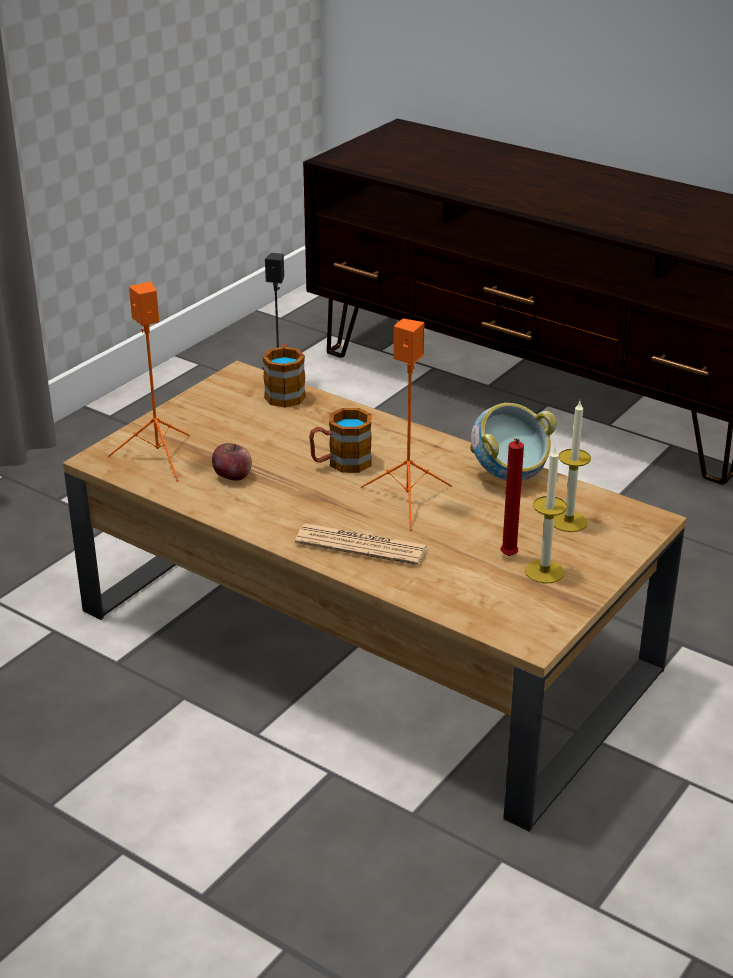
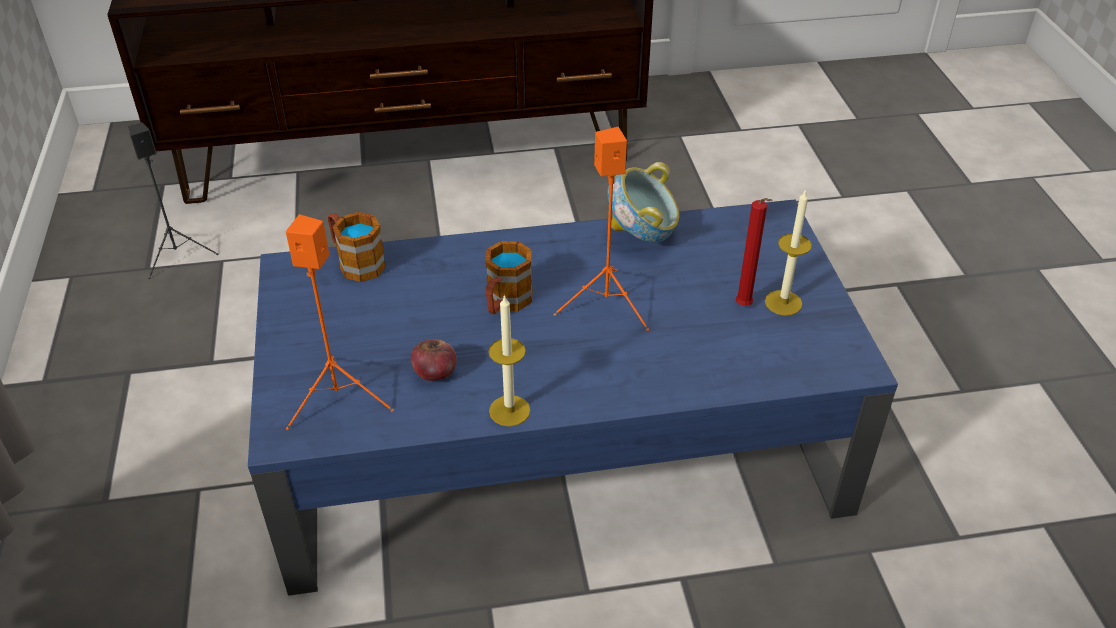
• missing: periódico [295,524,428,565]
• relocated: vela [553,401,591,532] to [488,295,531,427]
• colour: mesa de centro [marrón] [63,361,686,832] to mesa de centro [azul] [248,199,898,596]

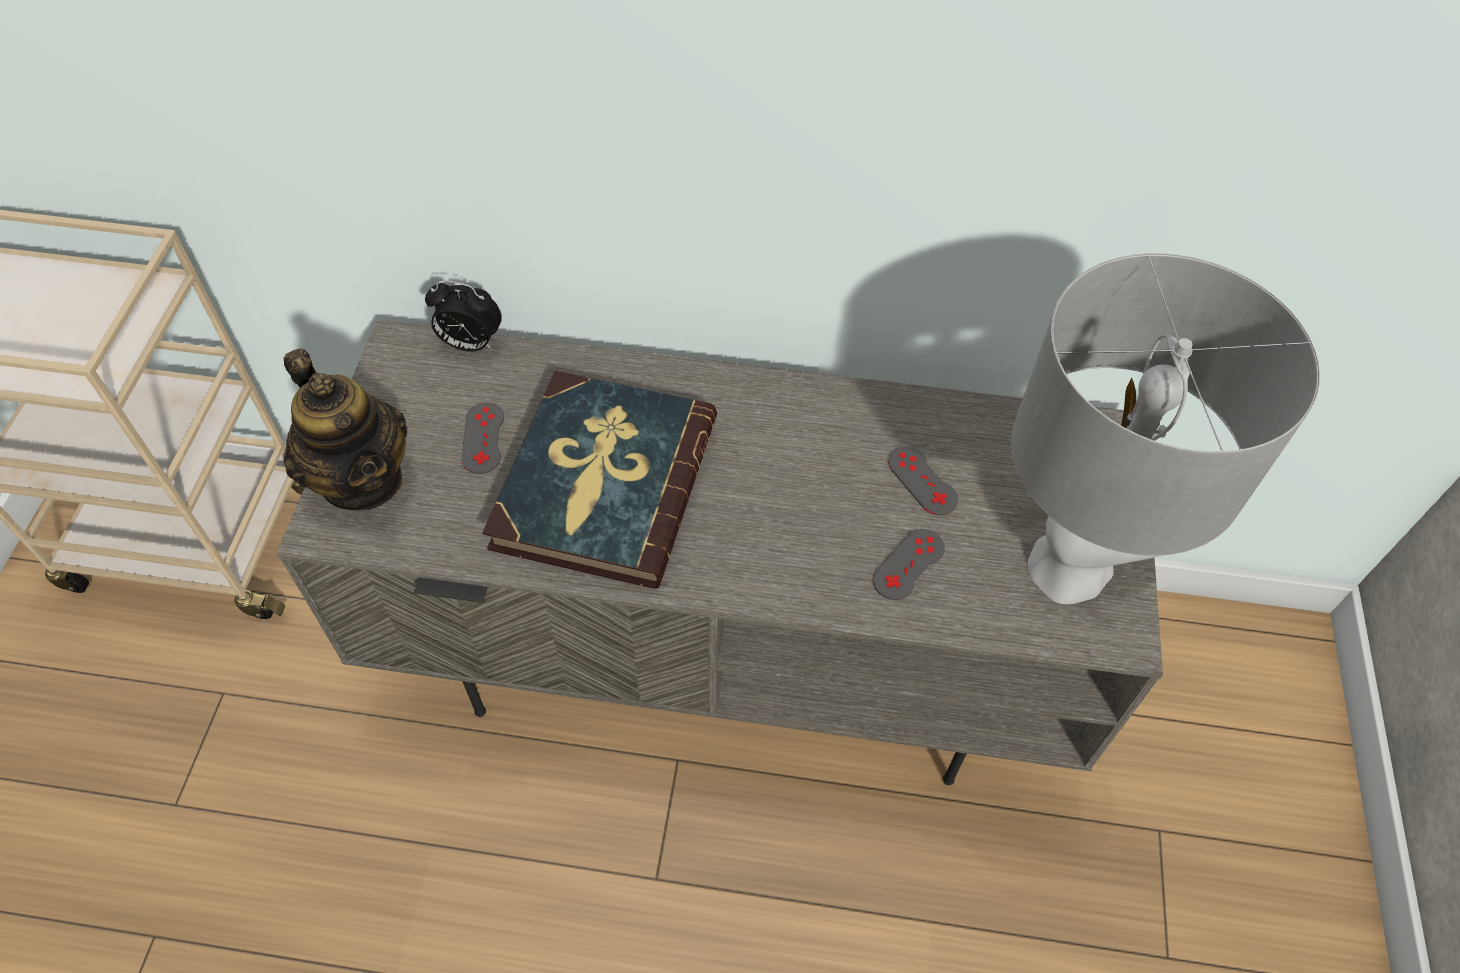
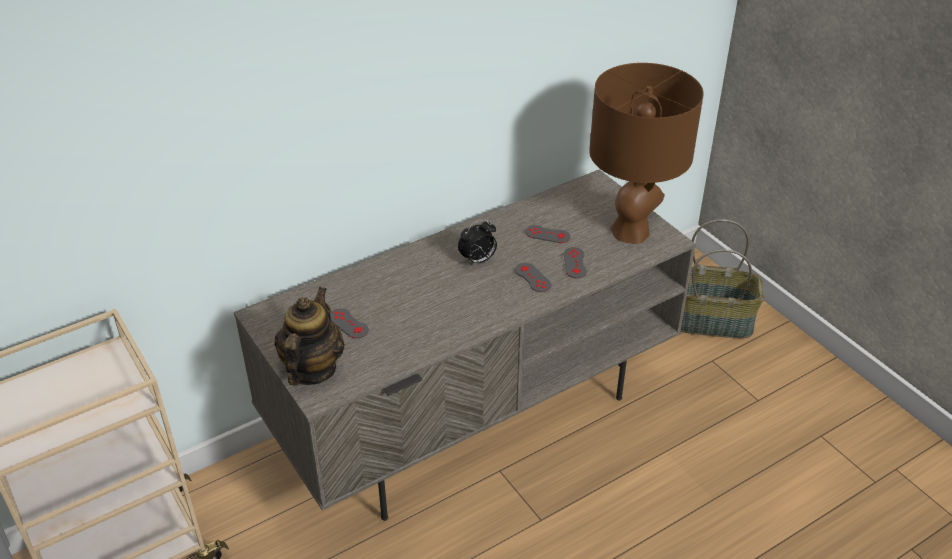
• missing: libro [483,371,717,589]
• appeared: mando de consola [gris] [515,263,551,292]
• appeared: cesta [681,219,764,338]
• relocated: despertador [425,280,502,352] to [458,219,497,266]
• colour: lámpara de mesa [gris] [1011,253,1320,604] to lámpara de mesa [marrón] [589,63,704,244]
• spun: tetera [283,348,408,510] = [274,287,345,385] 90 degrees counterclockwise

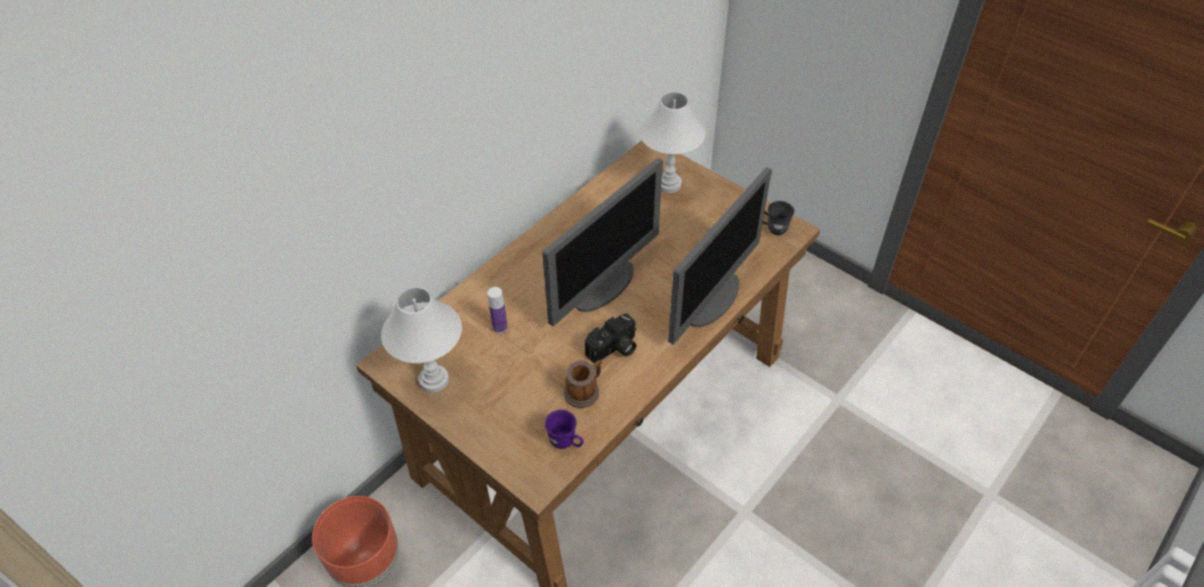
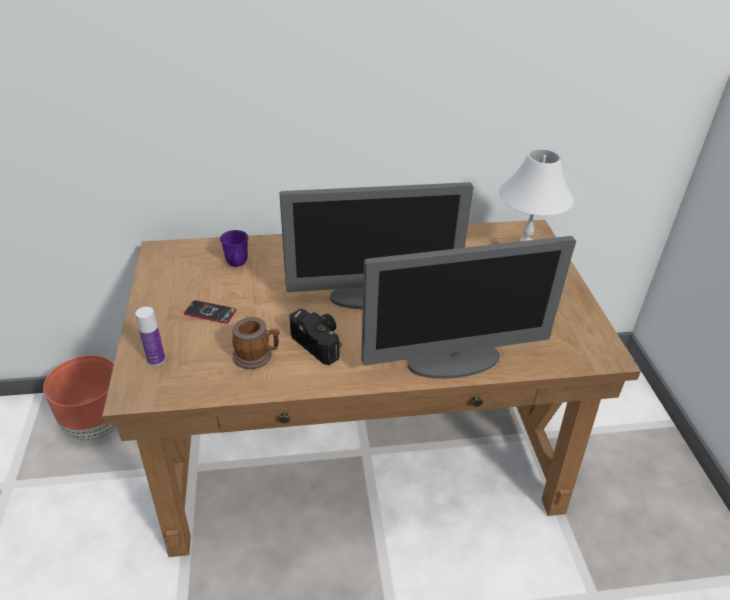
• missing: lámpara de mesa [blanco] [381,287,462,393]
• missing: taza grande [gris] [763,201,794,235]
• appeared: móvil [184,300,236,324]
• relocated: botella [487,287,507,333] to [135,307,165,366]
• relocated: taza grande [morado] [545,410,584,449] to [220,230,248,267]
• spun: cámara [585,313,637,363] = [289,309,342,365] 135 degrees counterclockwise

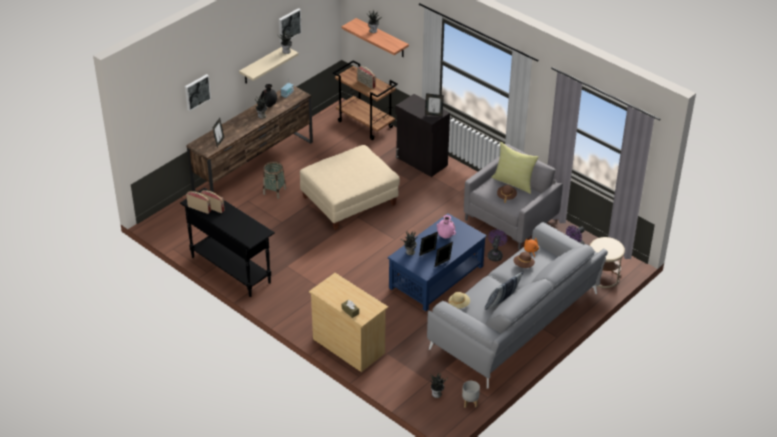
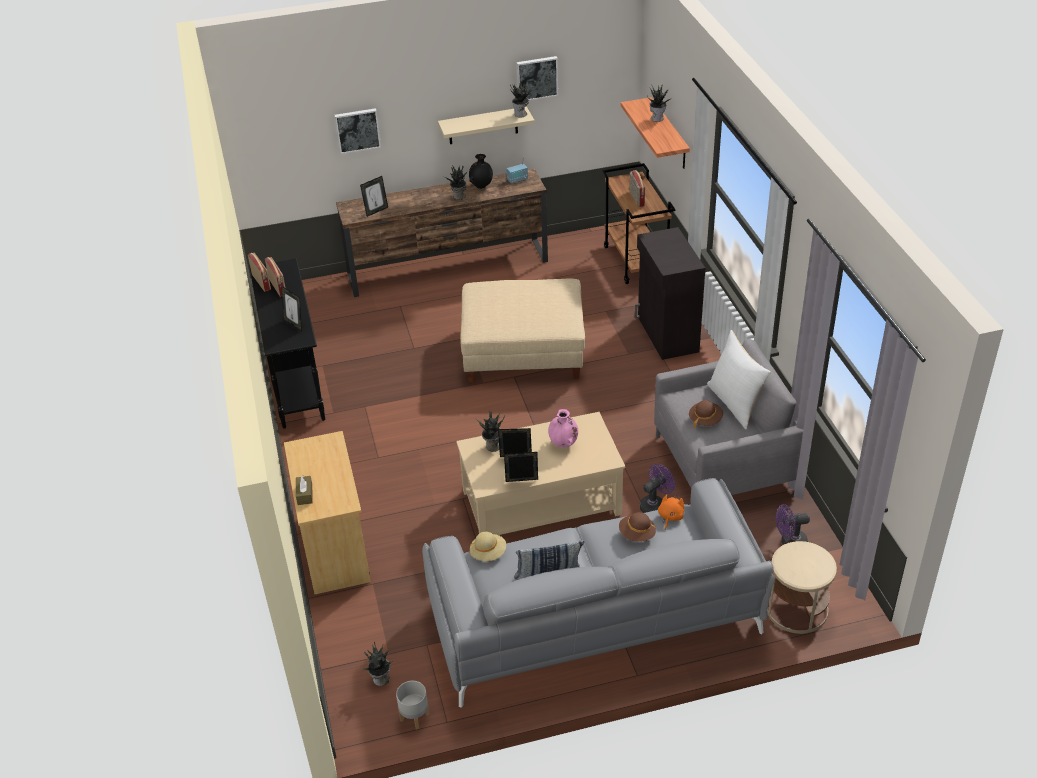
• missing: cesta [263,161,286,199]
• relocated: portarretratos [425,93,444,117] to [281,286,302,331]
• colour: mesa de centro [azul] [388,213,487,311] to mesa de centro [beis] [456,412,625,535]
• colour: cojín [amarillo] [492,142,539,194] to cojín [blanco] [707,330,771,429]

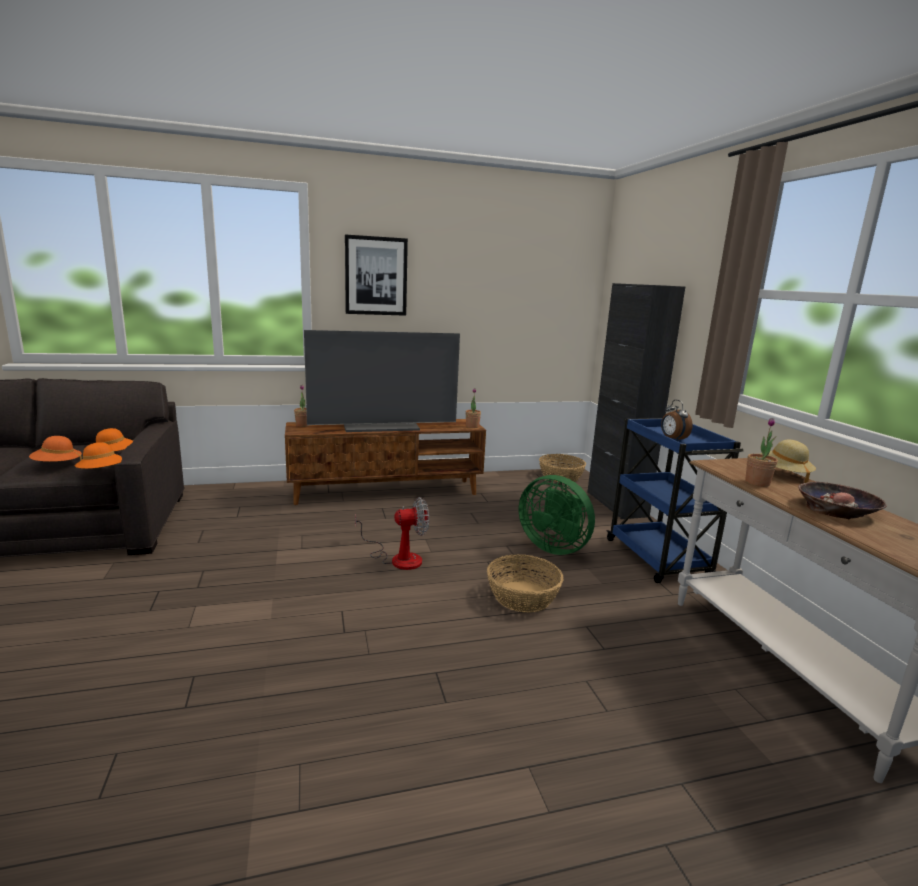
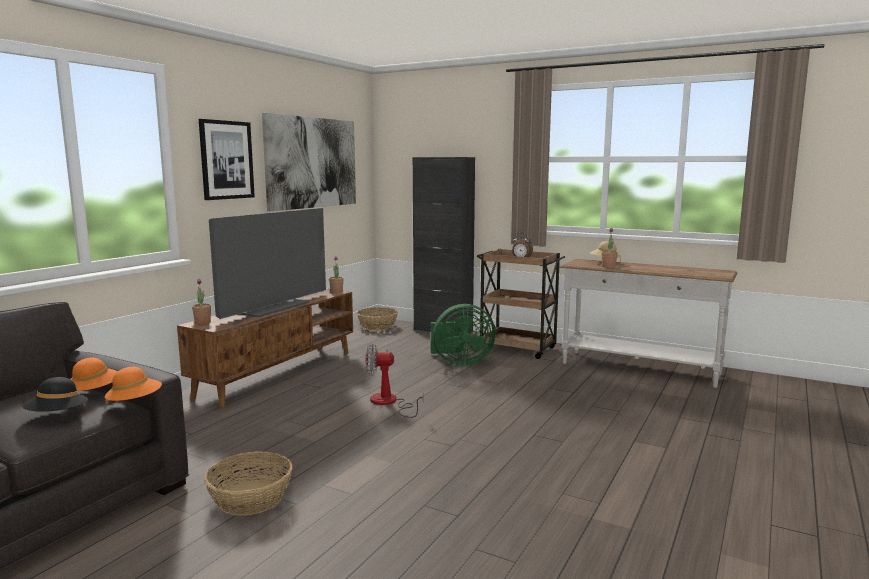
• missing: cuenco [798,482,887,519]
• appeared: cuadro [262,113,356,211]
• relocated: cesta [487,554,563,613] to [204,451,293,516]
• colour: sombrero [naranja] [29,436,82,462] to sombrero [negro] [22,377,88,412]
• colour: carrito [azul] [606,418,743,583] to carrito [marrón] [476,249,565,359]
• spun: ventilador [355,497,429,570] = [366,343,423,418] 120 degrees counterclockwise

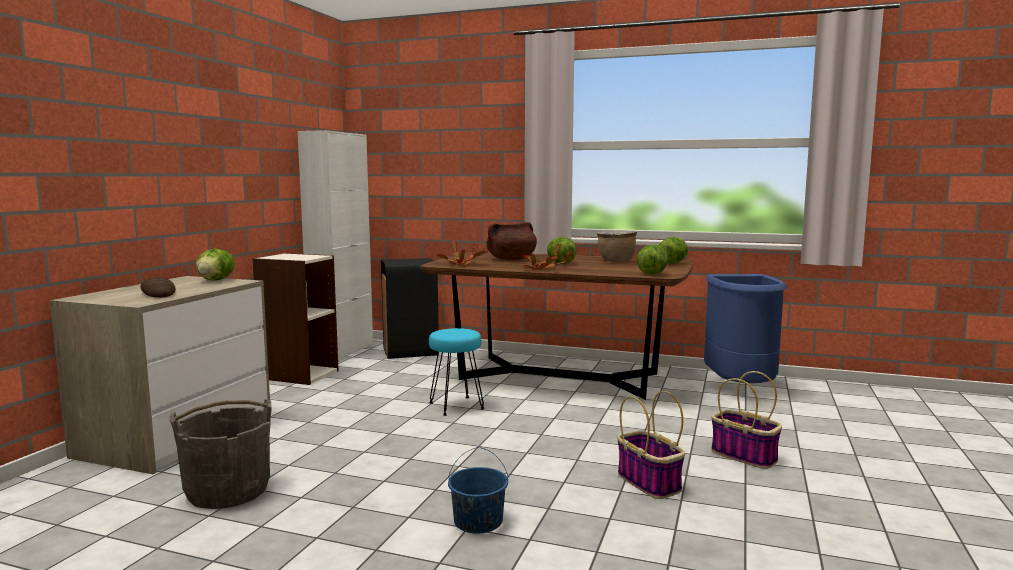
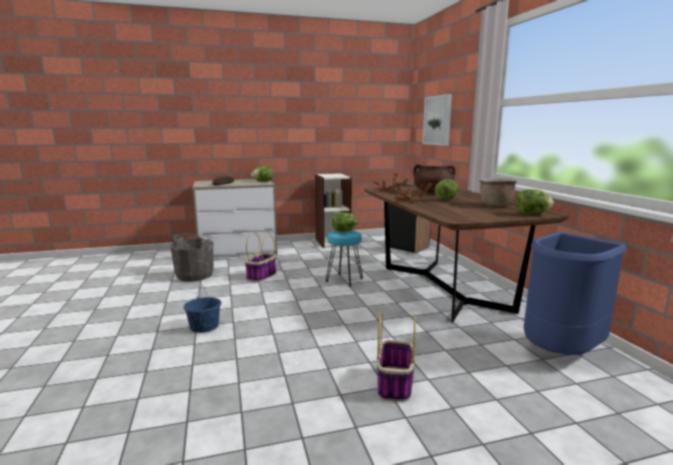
• missing: armario [blanco] [298,130,373,360]
• appeared: cuadro [422,94,452,146]
• relocated: cesta [617,391,685,499] to [245,233,276,282]
• relocated: lechuga [637,245,668,275] to [332,212,359,232]

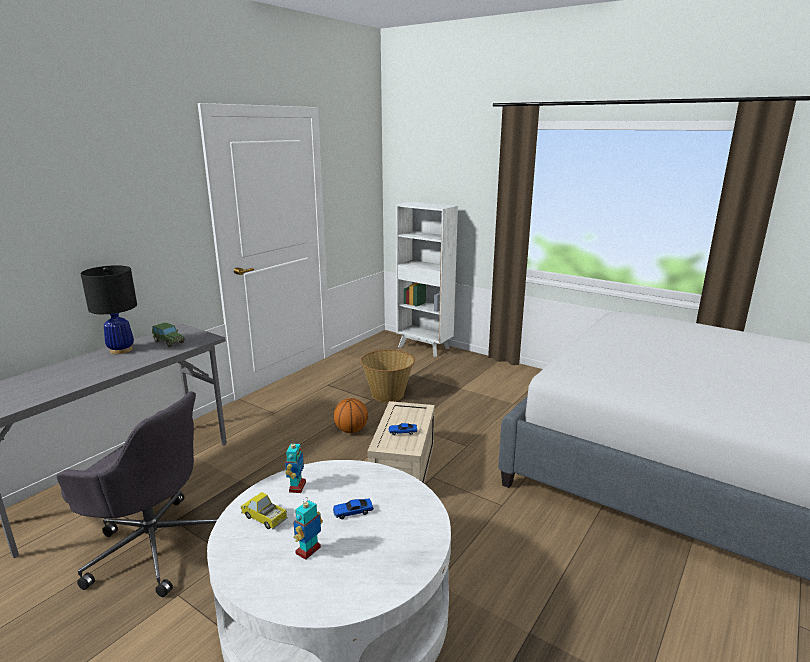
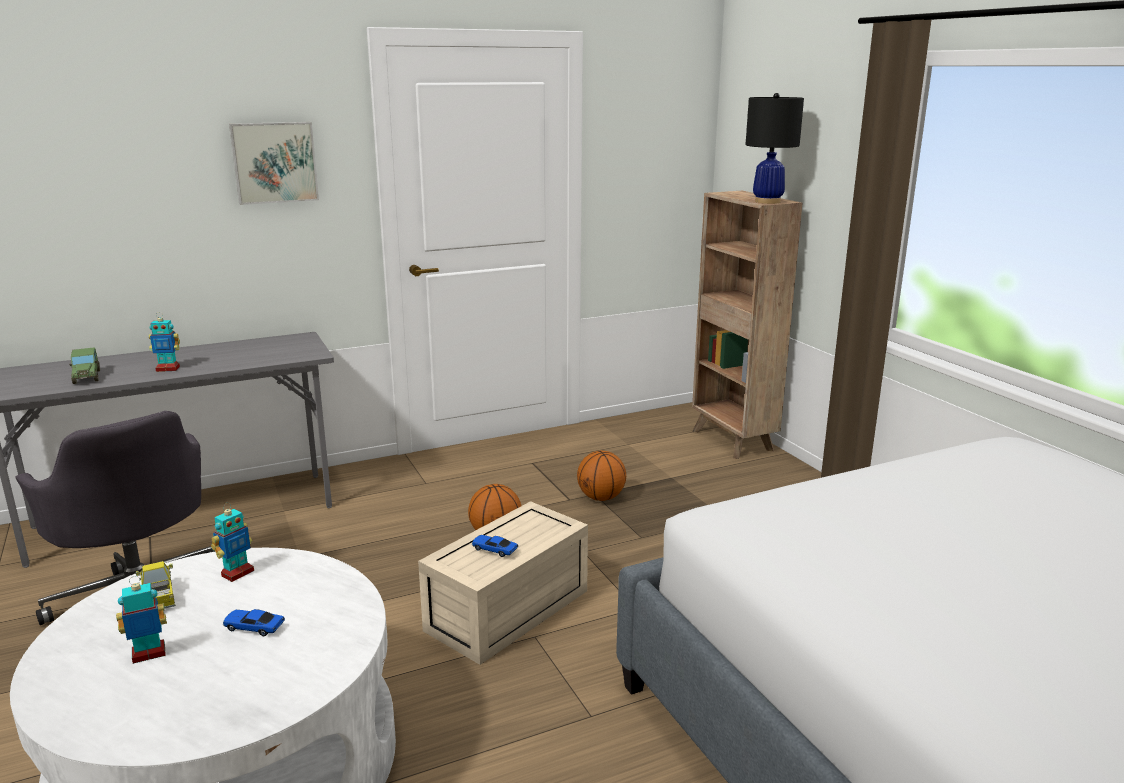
• appeared: robot de juguete [149,312,180,372]
• appeared: cuadro [229,122,319,205]
• relocated: lámpara de mesa [negro] [81,265,137,354] to [745,93,804,204]
• relocated: coche de juguete [152,322,185,347] to [69,347,100,384]
• exchanged: cesta [361,350,415,402] to balón de baloncesto [577,450,626,501]
• colour: estantería [blanco] [396,202,458,357] to estantería [marrón] [692,191,802,459]

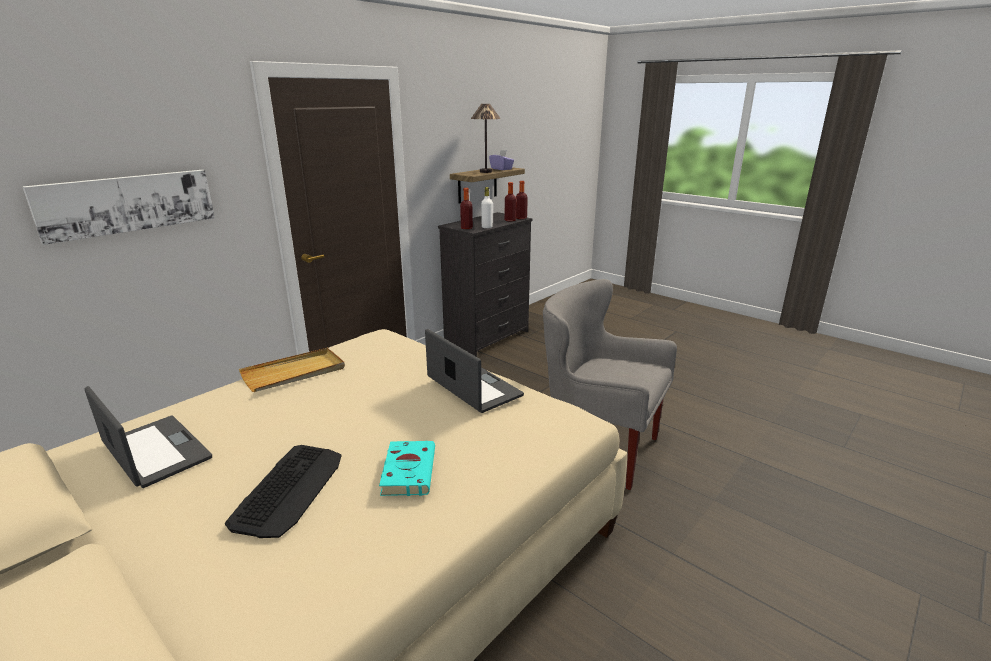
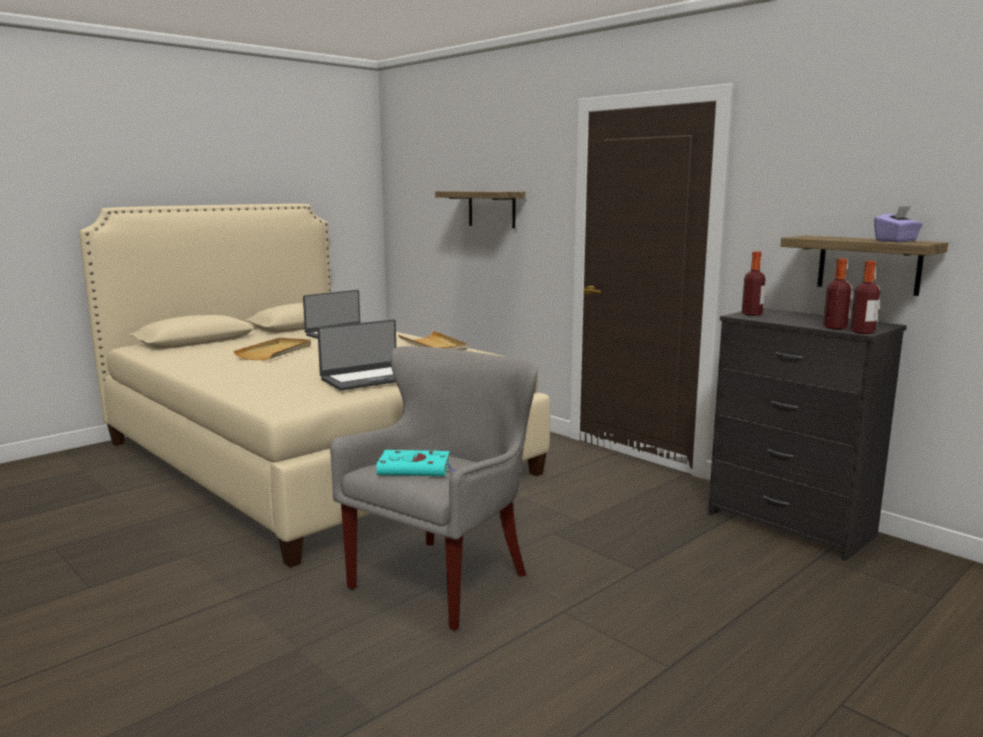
• missing: lámpara de mesa [471,104,501,173]
• missing: botella [blanco] [481,187,493,228]
• relocated: libro [turquesa] [379,441,435,496] to [376,450,455,476]
• exchanged: cuadro [22,170,215,245] to estante [435,191,525,228]
• exchanged: teclado [225,445,342,538] to bandeja [beis] [233,338,311,360]

